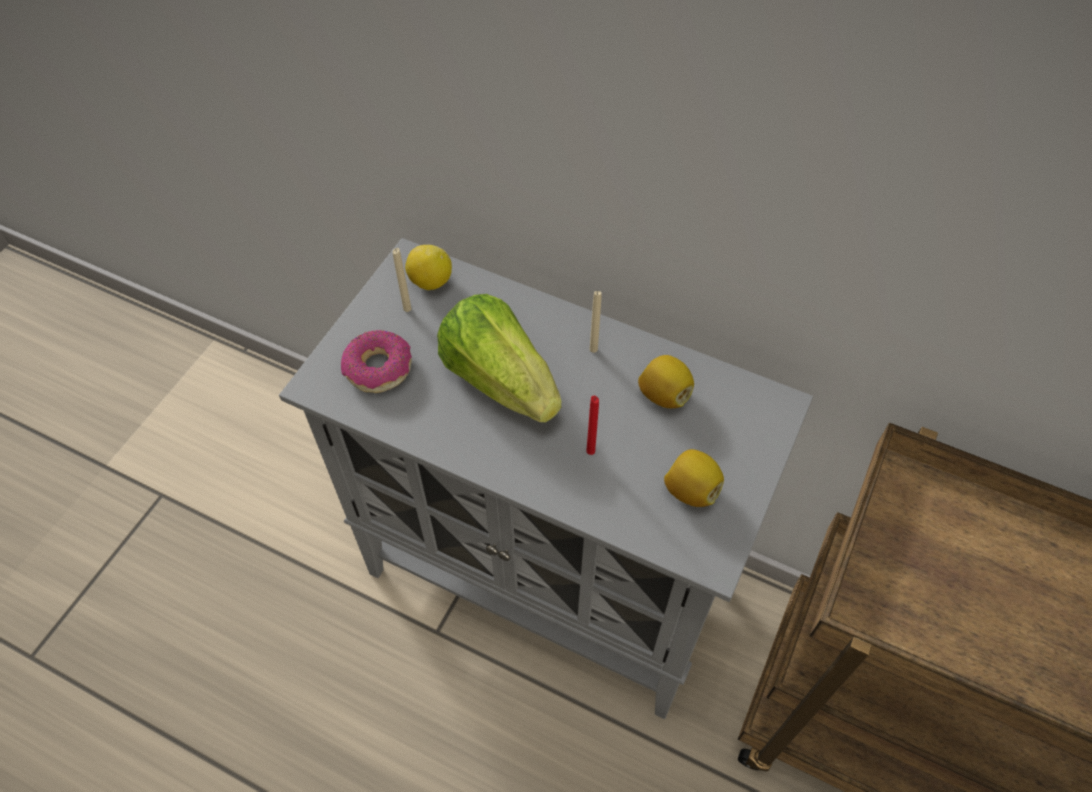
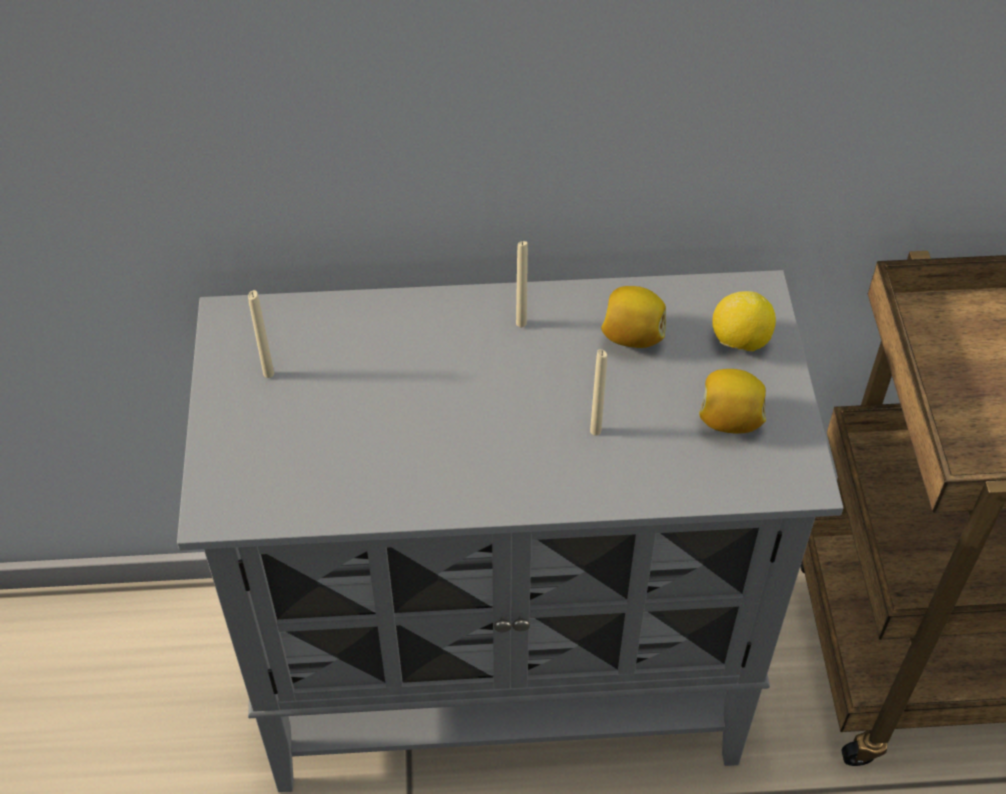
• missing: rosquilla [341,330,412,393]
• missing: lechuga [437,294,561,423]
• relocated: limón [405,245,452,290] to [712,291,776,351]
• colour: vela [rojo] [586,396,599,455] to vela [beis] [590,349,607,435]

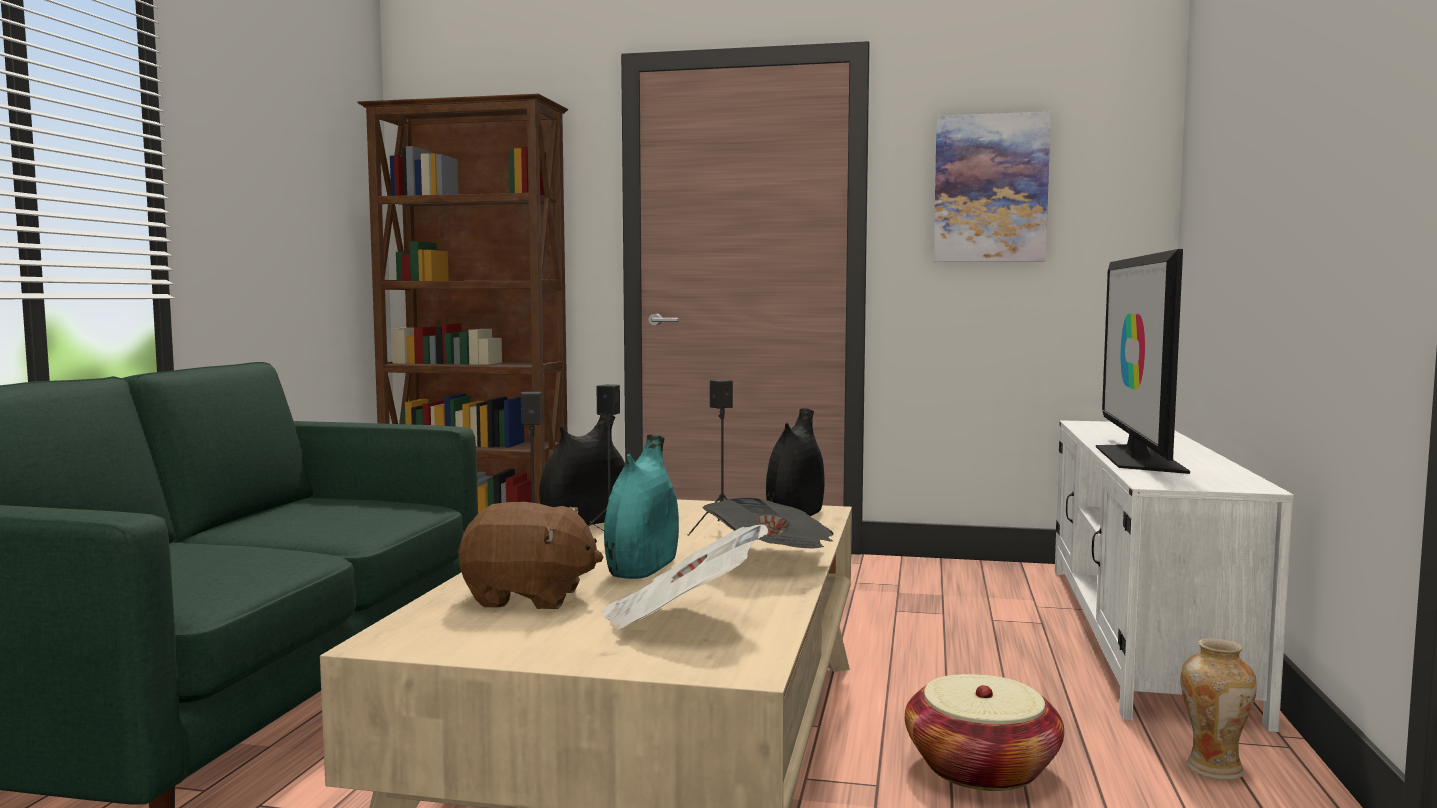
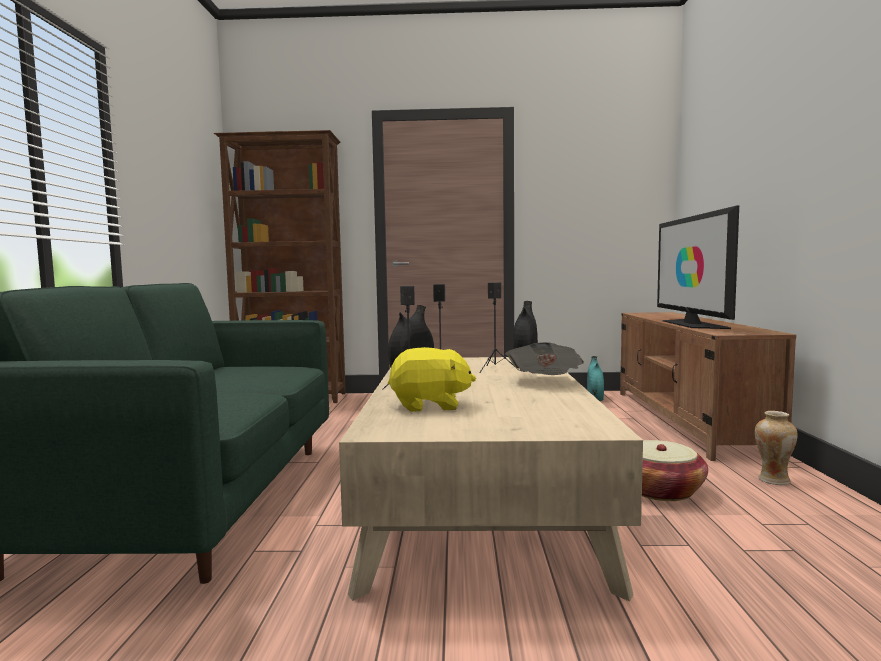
• missing: periódico [602,524,768,630]
• missing: cuadro [933,112,1051,262]
• relocated: florero [turquesa] [604,434,679,579] to [587,356,604,401]
• colour: peluche [marrón] [458,502,603,609] to peluche [amarillo] [388,347,476,412]
• colour: mueble de televisión [blanco] [1055,420,1294,732] to mueble de televisión [marrón] [620,312,796,461]

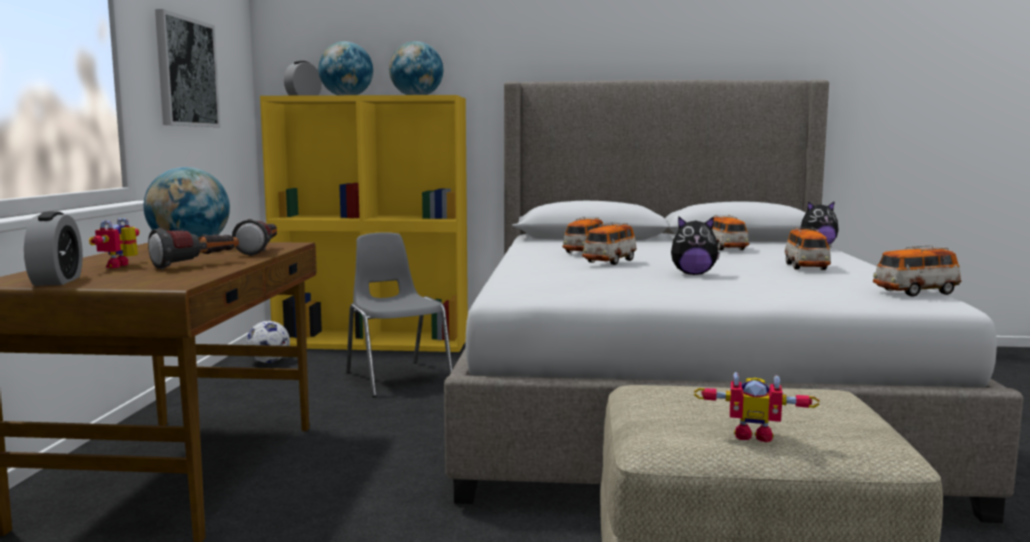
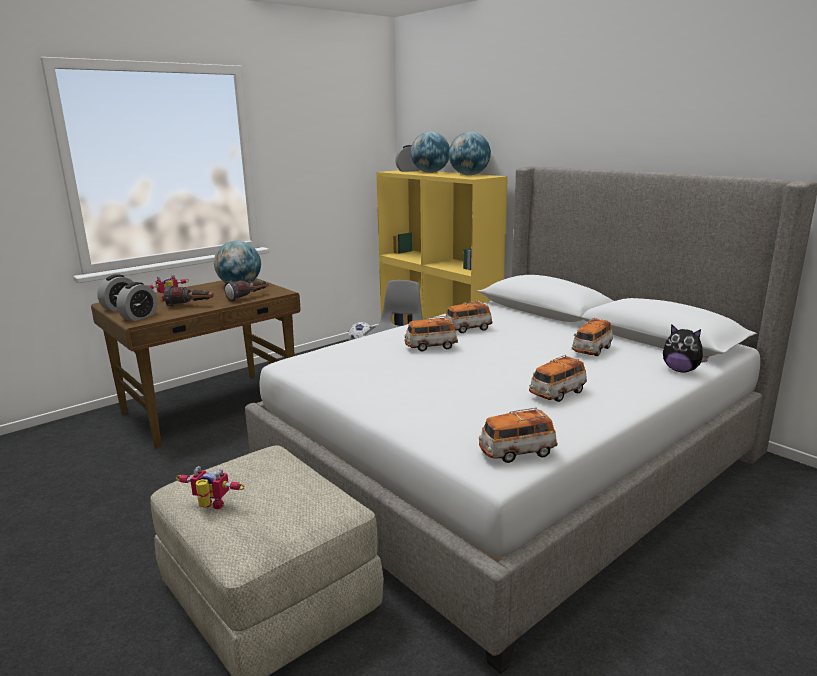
• missing: cuadro [155,9,220,127]
• missing: peluche [671,216,720,275]
• appeared: despertador [116,282,157,321]
• spun: robot de juguete [694,372,820,442] = [176,466,245,509] 135 degrees clockwise
• spun: coche de juguete [873,245,961,297] = [479,408,558,463] 45 degrees counterclockwise

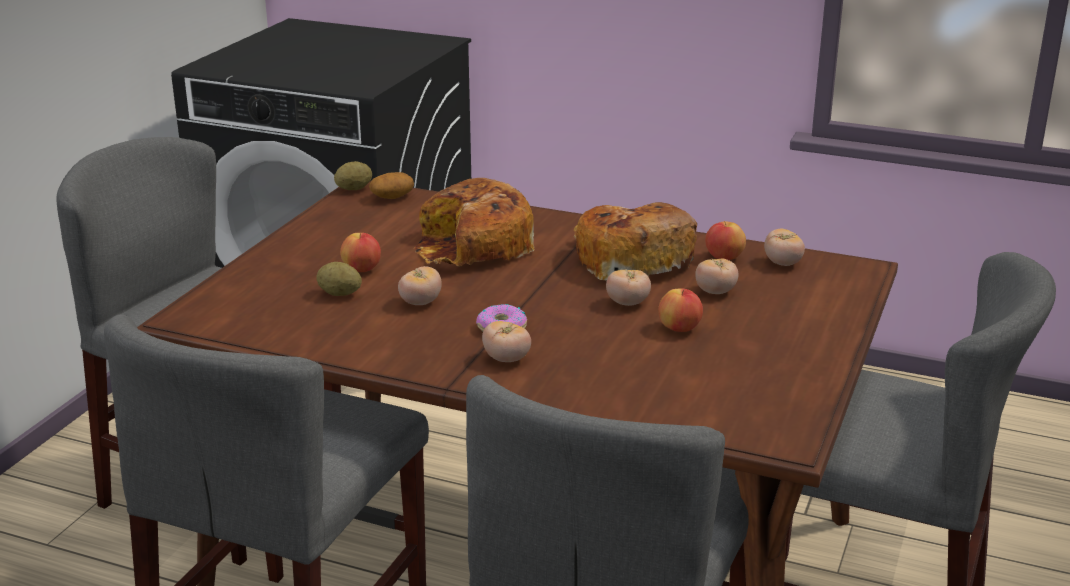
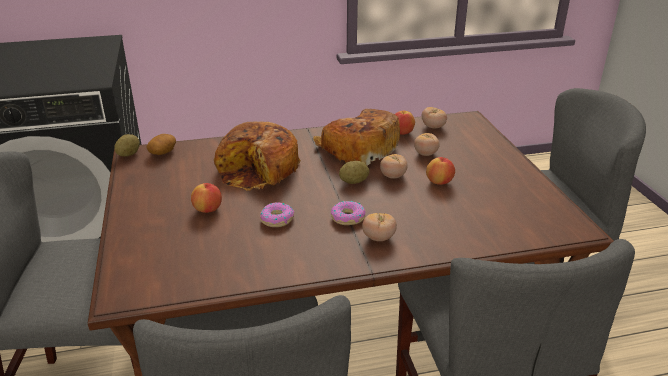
• relocated: patata [316,262,362,296] to [339,161,369,184]
• exchanged: tomate [398,266,442,305] to rosquilla [260,202,295,227]

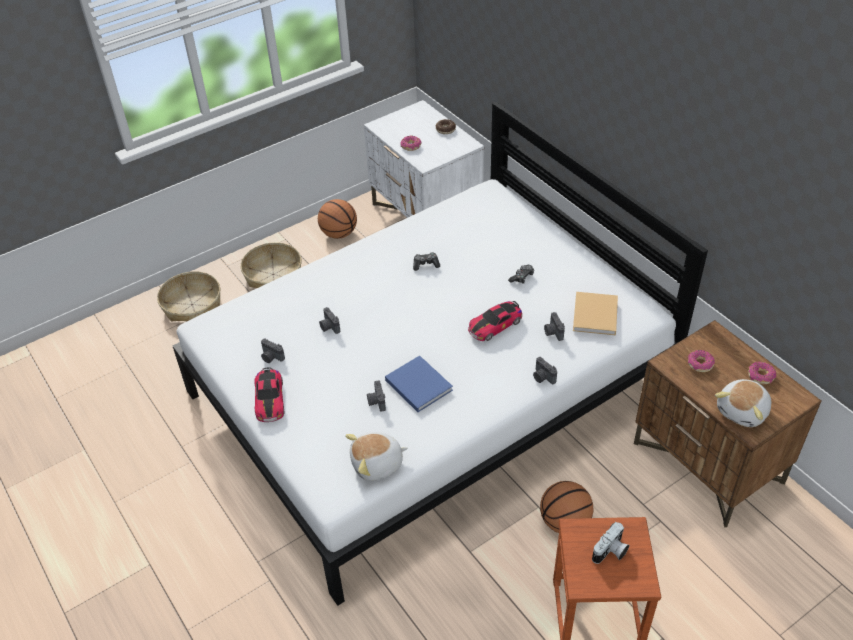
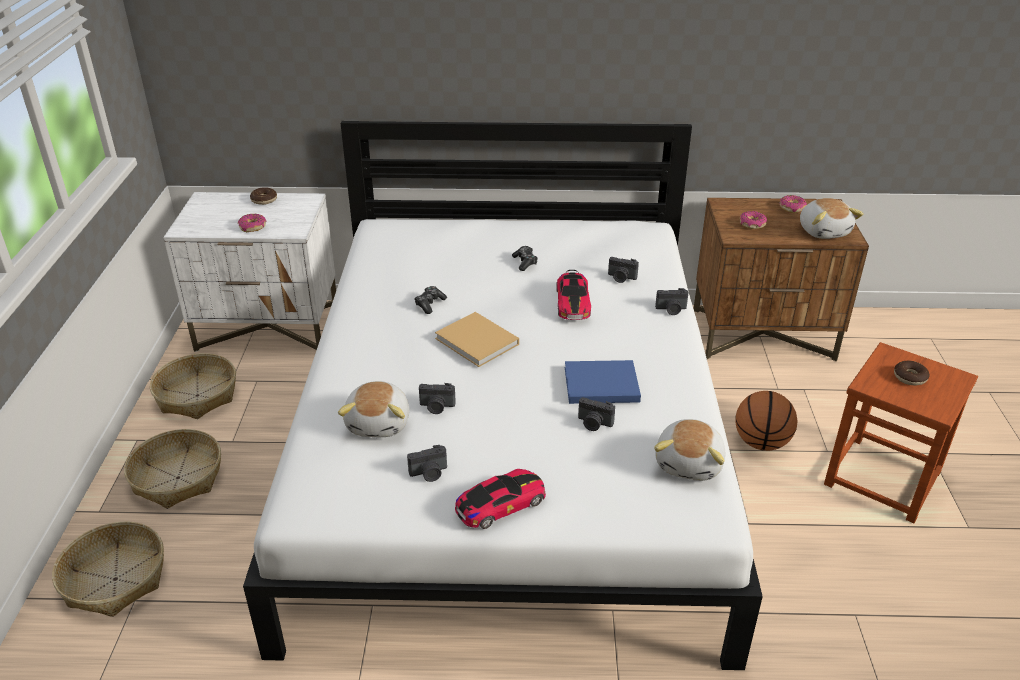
• appeared: peluche [338,381,410,437]
• relocated: libro [beis] [573,292,618,336] to [435,312,519,367]
• exchanged: balón de baloncesto [318,199,357,239] to cesta [150,353,236,419]
• exchanged: cámara [592,522,629,564] to rosquilla [894,361,930,385]
• spun: coche de juguete [254,367,284,422] = [455,469,546,529] 60 degrees counterclockwise

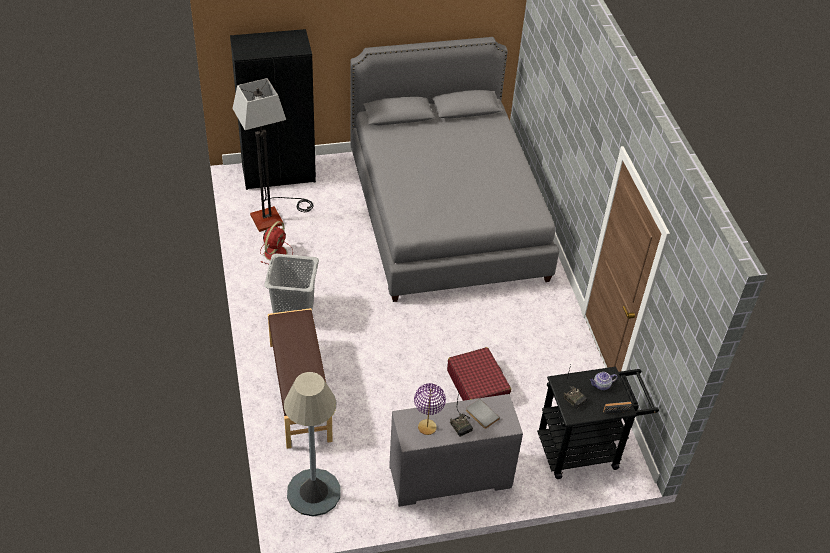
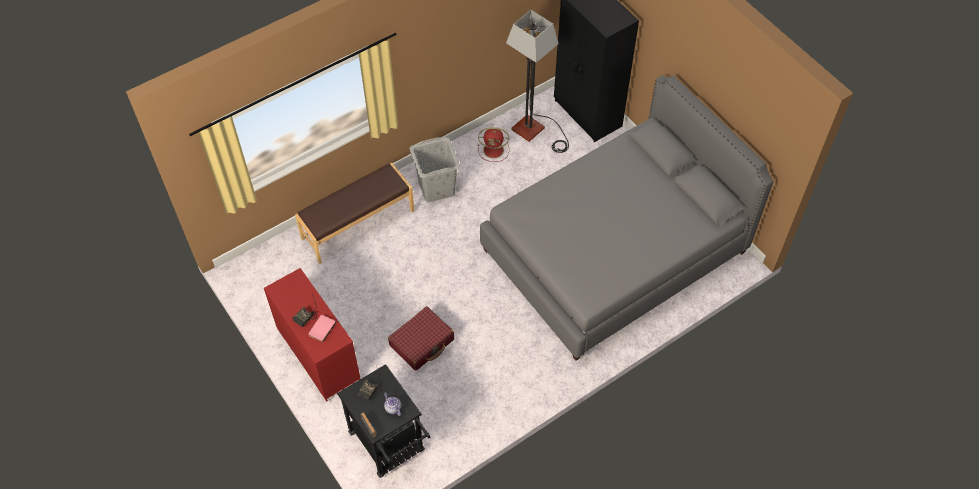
• missing: lámpara de pie [gris] [284,372,340,517]
• missing: lámpara de mesa [morado] [414,383,446,435]
• colour: cómoda [gris] [389,394,523,507] to cómoda [rojo] [264,268,361,402]
• colour: libro [gris] [466,399,500,429] to libro [rosa] [308,315,336,343]

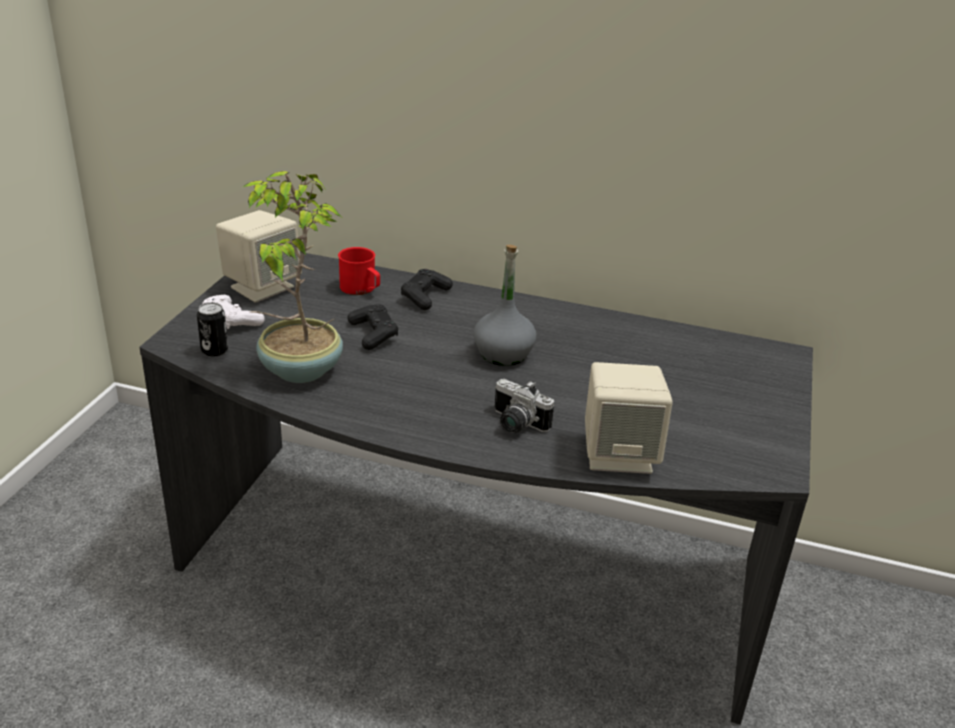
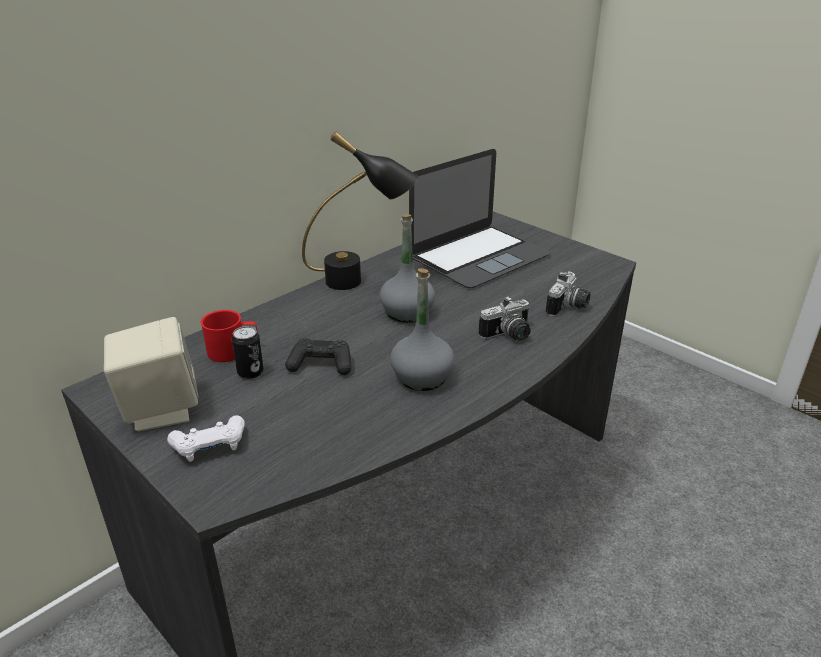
• missing: planta en maceta [241,171,343,383]
• missing: mando de consola [negro] [401,269,453,310]
• appeared: lámpara de mesa [negro] [302,132,419,290]
• appeared: botella [gris] [390,268,454,391]
• appeared: portátil [409,149,551,288]
• relocated: lata [197,302,228,357] to [232,326,264,379]
• exchanged: altavoz [beis] [585,362,673,474] to cámara [546,272,590,317]

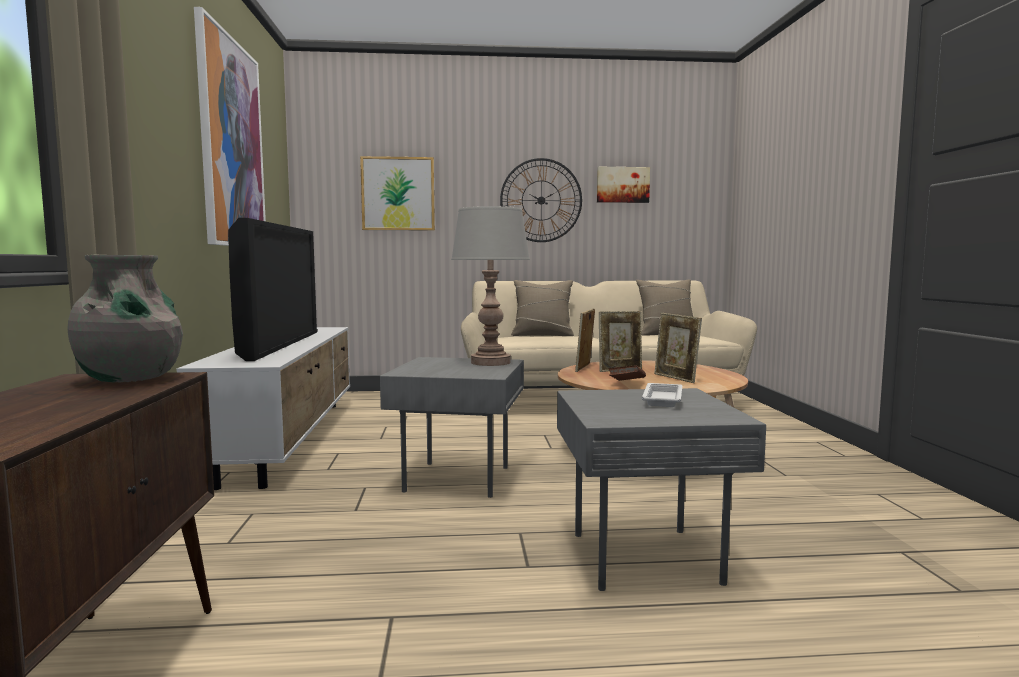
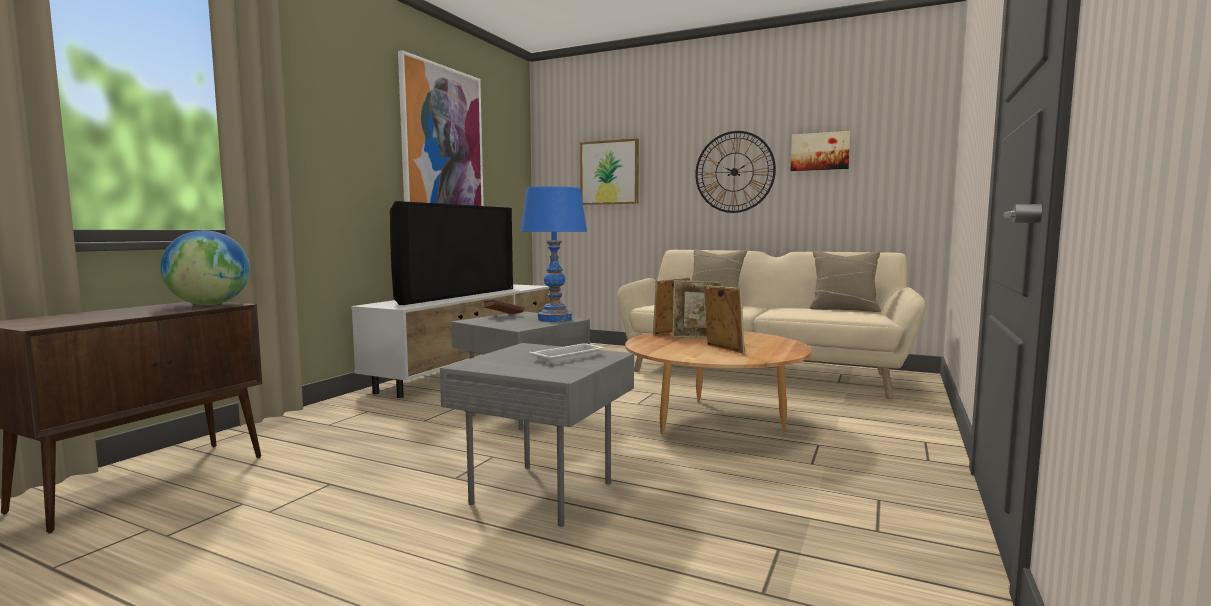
• relocated: libro [marrón] [608,365,646,381] to [483,300,524,314]
• exchanged: florero [gris] [67,255,183,383] to globo terráqueo [160,230,250,305]
• colour: lámpara de mesa [gris] [451,206,530,366] to lámpara de mesa [azul] [520,186,587,322]
• spun: portarretratos [654,313,702,383] = [704,285,745,354] 150 degrees clockwise

